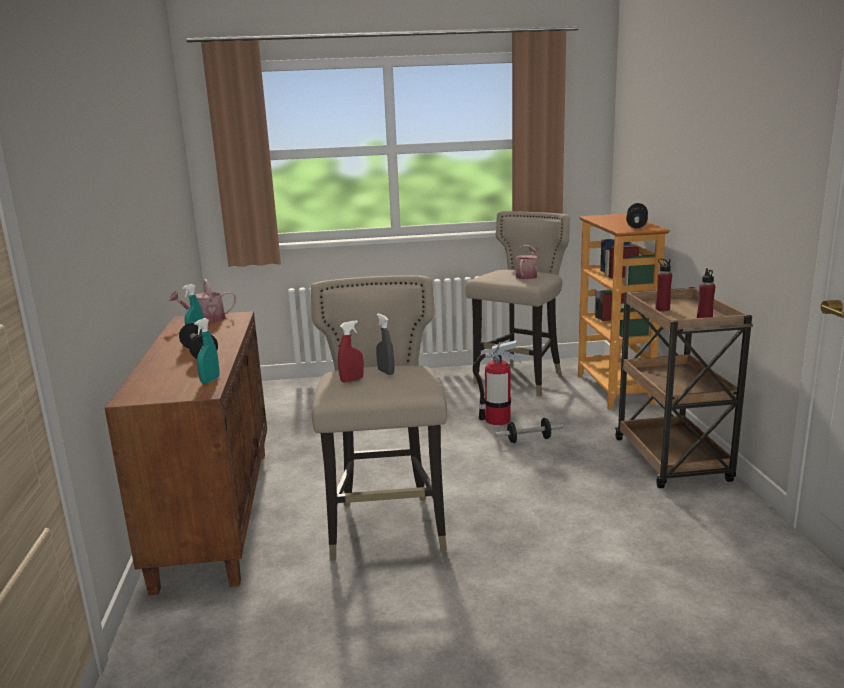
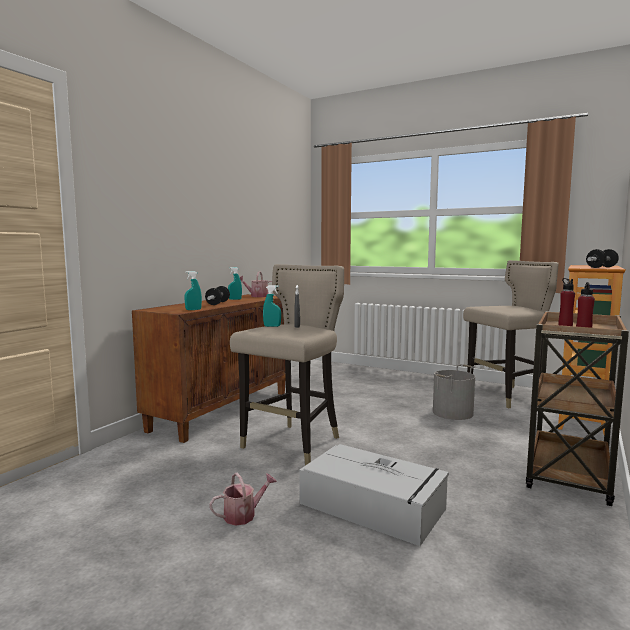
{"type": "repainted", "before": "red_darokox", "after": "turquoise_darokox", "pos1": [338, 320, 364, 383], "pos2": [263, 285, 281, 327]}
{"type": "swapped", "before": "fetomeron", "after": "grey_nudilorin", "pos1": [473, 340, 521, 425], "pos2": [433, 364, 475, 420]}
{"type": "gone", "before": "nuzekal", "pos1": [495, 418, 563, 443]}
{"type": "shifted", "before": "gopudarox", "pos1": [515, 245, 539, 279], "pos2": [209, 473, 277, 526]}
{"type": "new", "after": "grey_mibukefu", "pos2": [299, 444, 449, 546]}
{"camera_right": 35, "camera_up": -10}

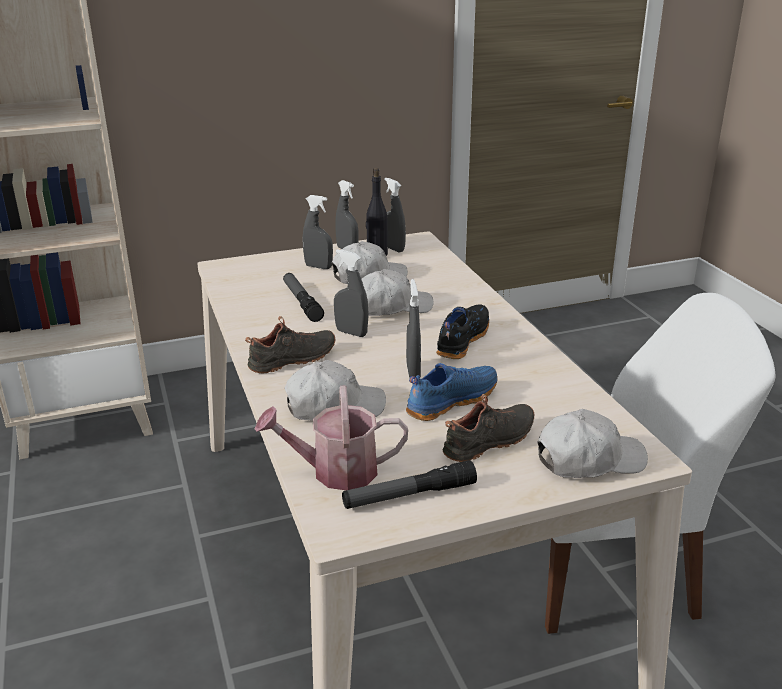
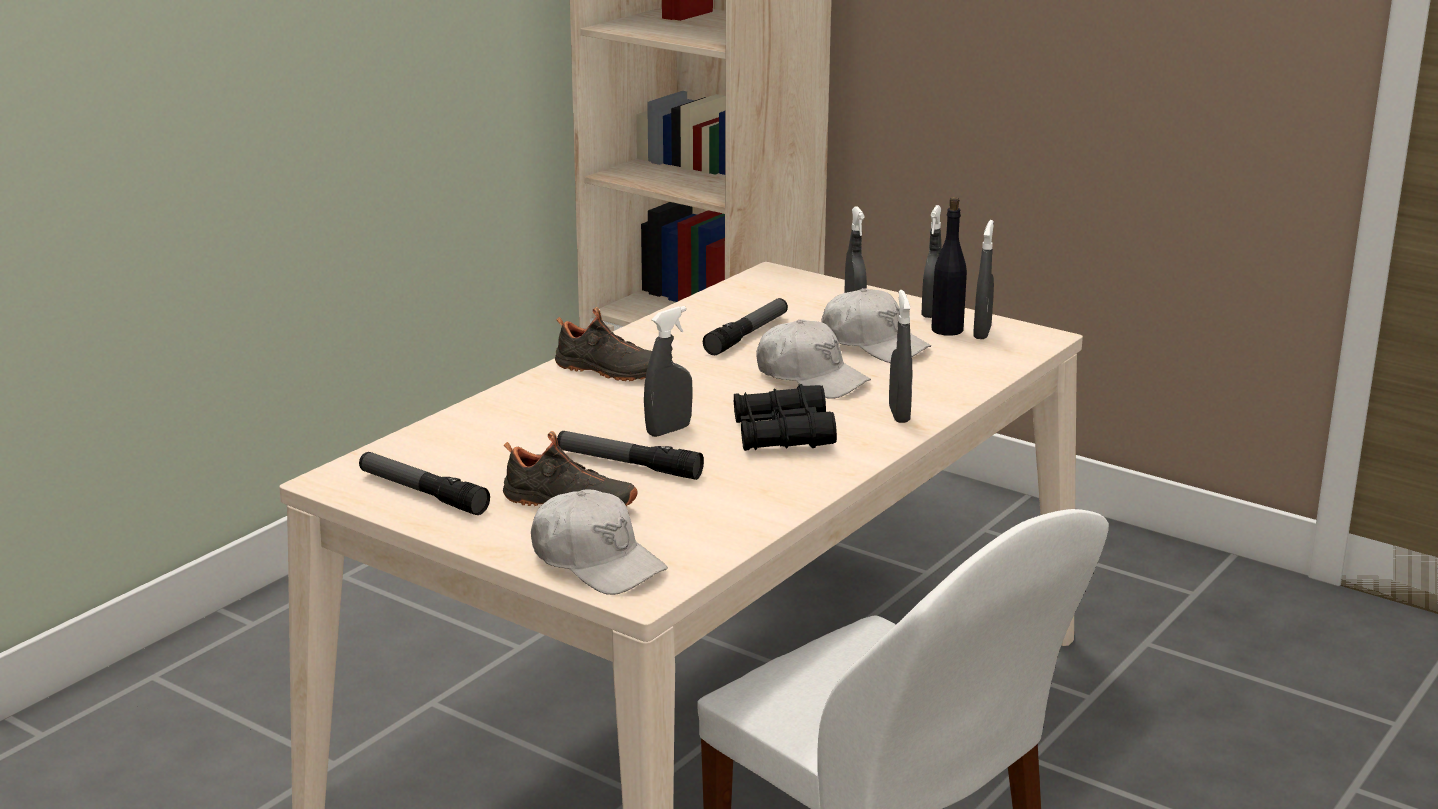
{"type": "gone", "before": "gopudarox", "pos1": [255, 386, 408, 490]}
{"type": "gone", "before": "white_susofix", "pos1": [284, 360, 386, 420]}
{"type": "shifted", "before": "grey_darokox", "pos1": [334, 249, 369, 337], "pos2": [889, 290, 912, 423]}
{"type": "swapped", "before": "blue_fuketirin", "after": "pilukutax", "pos1": [406, 363, 497, 421], "pos2": [557, 431, 704, 480]}
{"type": "swapped", "before": "black_fuketirin", "after": "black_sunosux", "pos1": [436, 304, 489, 359], "pos2": [734, 384, 837, 451]}
{"camera_right": 55, "camera_up": -5}

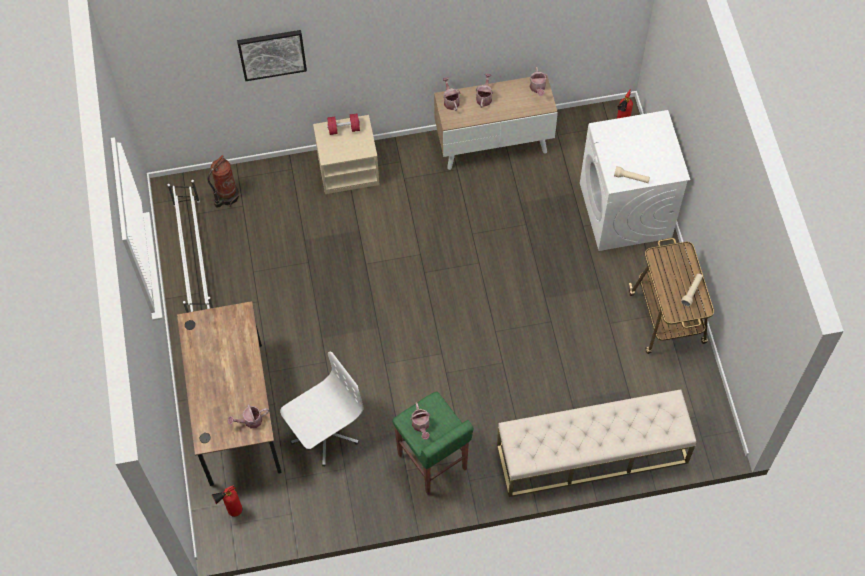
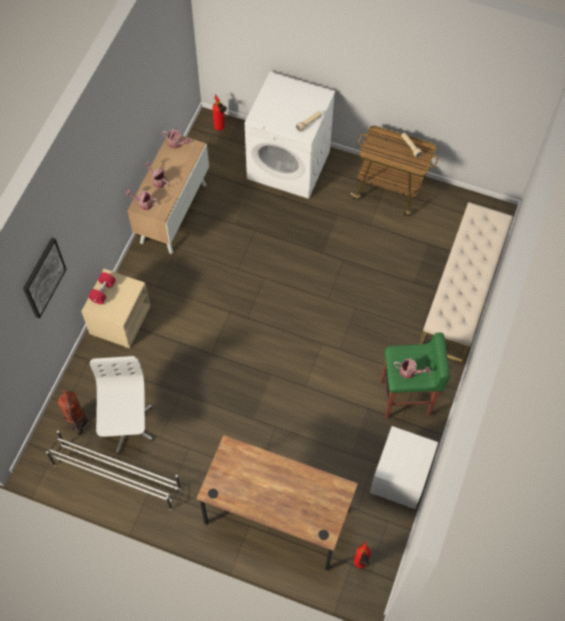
{"type": "gone", "before": "gopudarox", "pos1": [228, 405, 269, 428]}
{"type": "shifted", "before": "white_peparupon", "pos1": [280, 352, 364, 467], "pos2": [90, 356, 153, 454]}
{"type": "new", "after": "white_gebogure", "pos2": [370, 426, 438, 509]}
{"camera_right": -60, "camera_up": 0}

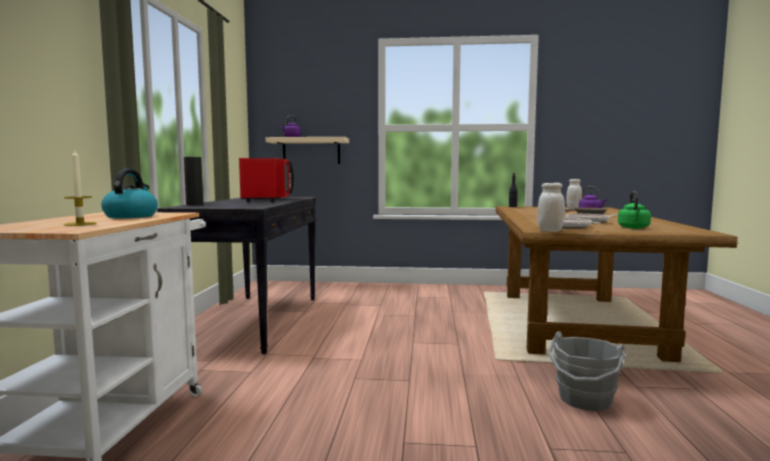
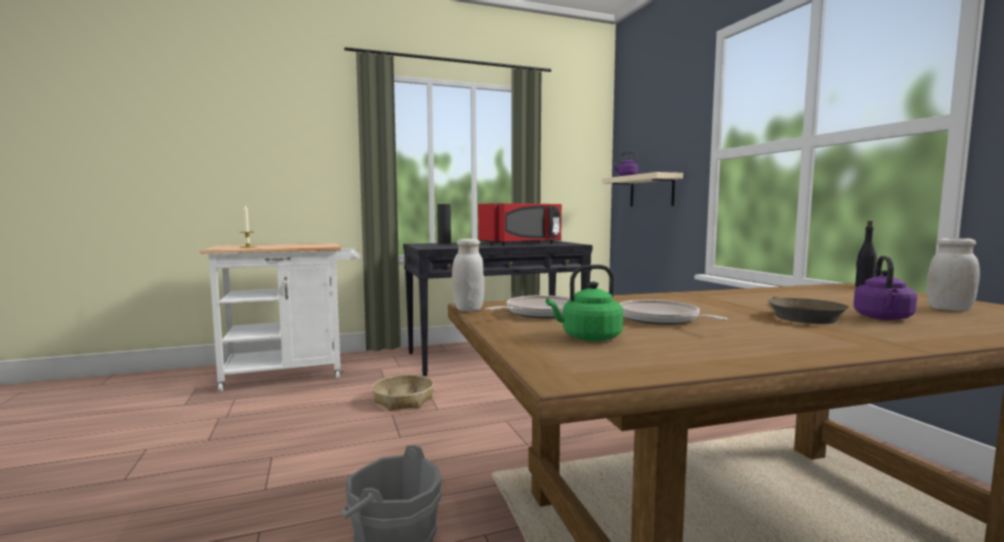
{"type": "gone", "before": "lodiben", "pos1": [101, 169, 158, 218]}
{"type": "new", "after": "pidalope", "pos2": [372, 374, 434, 411]}
{"camera_right": 65, "camera_up": 0}

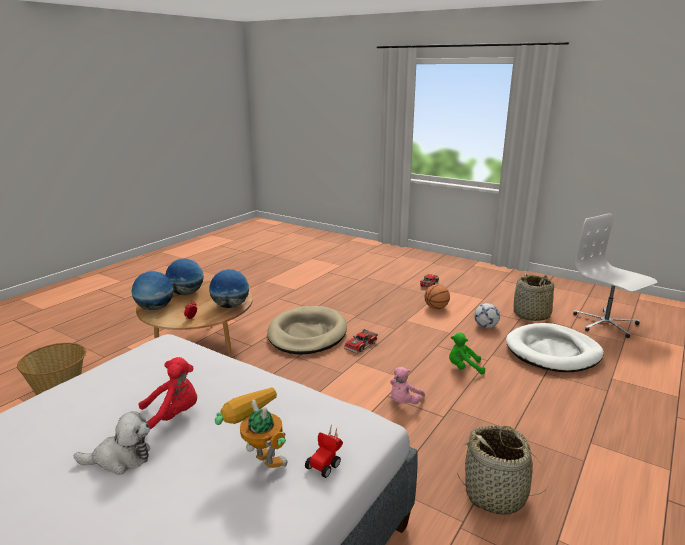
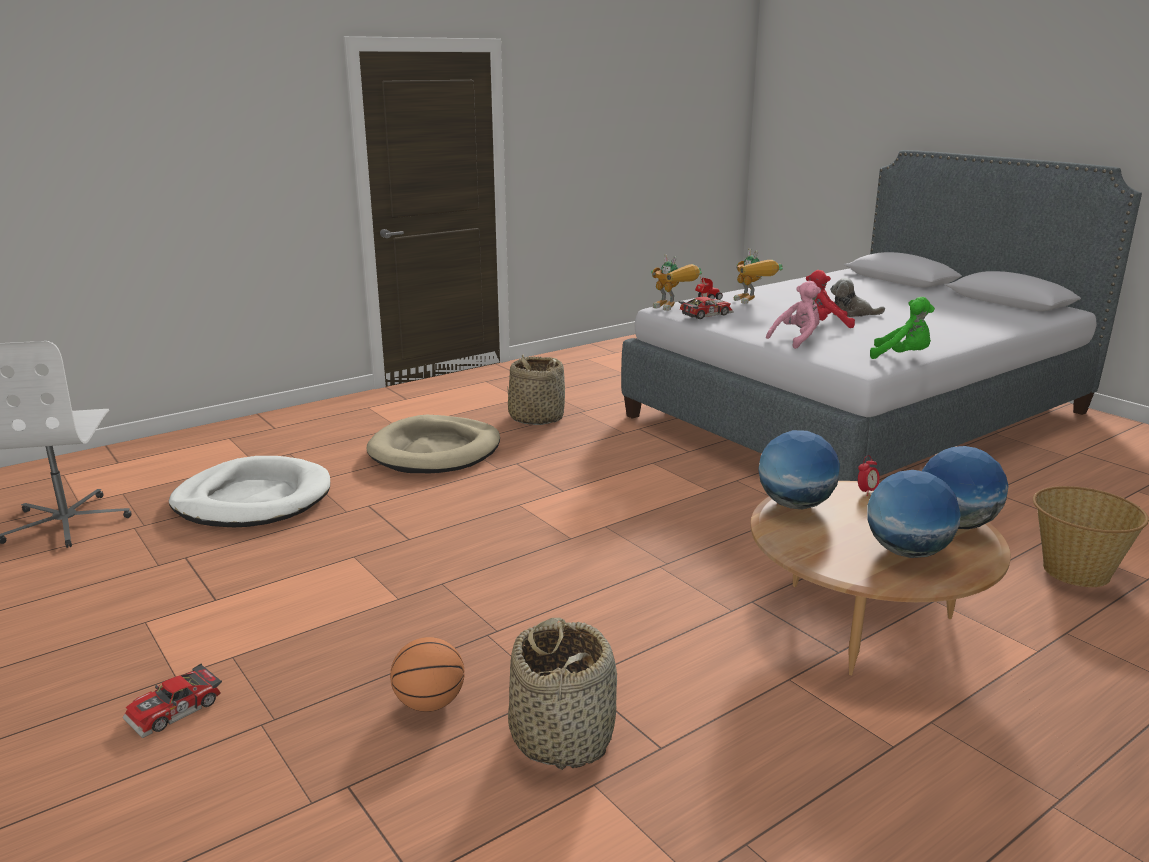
{"type": "shifted", "before": "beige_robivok", "pos1": [267, 306, 347, 354], "pos2": [366, 415, 500, 473]}
{"type": "shifted", "before": "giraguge", "pos1": [344, 329, 378, 354], "pos2": [678, 296, 734, 319]}
{"type": "shifted", "before": "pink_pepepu", "pos1": [390, 367, 425, 404], "pos2": [766, 281, 821, 349]}
{"type": "shifted", "before": "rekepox", "pos1": [425, 284, 450, 309], "pos2": [390, 637, 465, 712]}
{"type": "shifted", "before": "green_pepepu", "pos1": [449, 332, 485, 374], "pos2": [870, 297, 935, 359]}
{"type": "gone", "before": "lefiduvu", "pos1": [474, 303, 500, 328]}
{"type": "shifted", "before": "pidalope", "pos1": [513, 273, 554, 321], "pos2": [508, 618, 617, 770]}
{"type": "new", "after": "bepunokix", "pos2": [651, 254, 702, 311]}
{"camera_right": -160, "camera_up": 0}

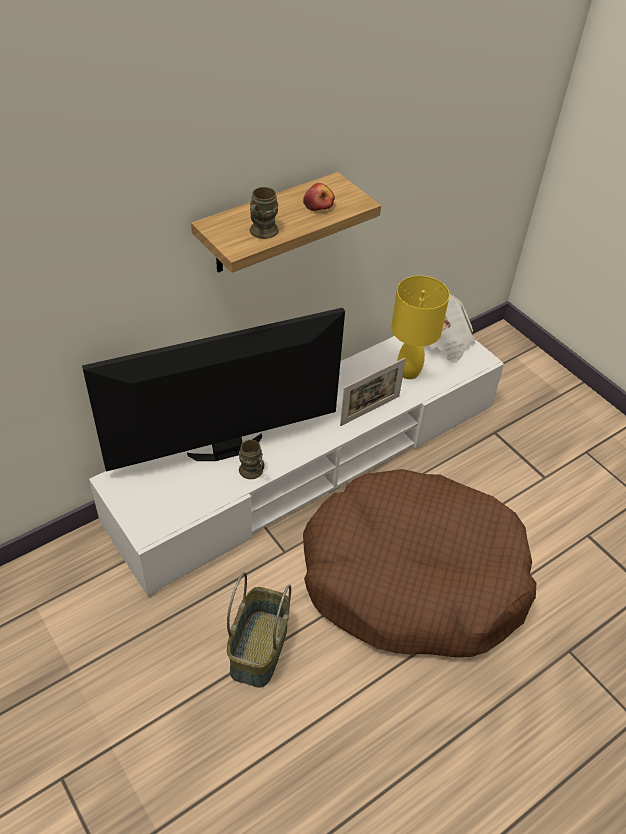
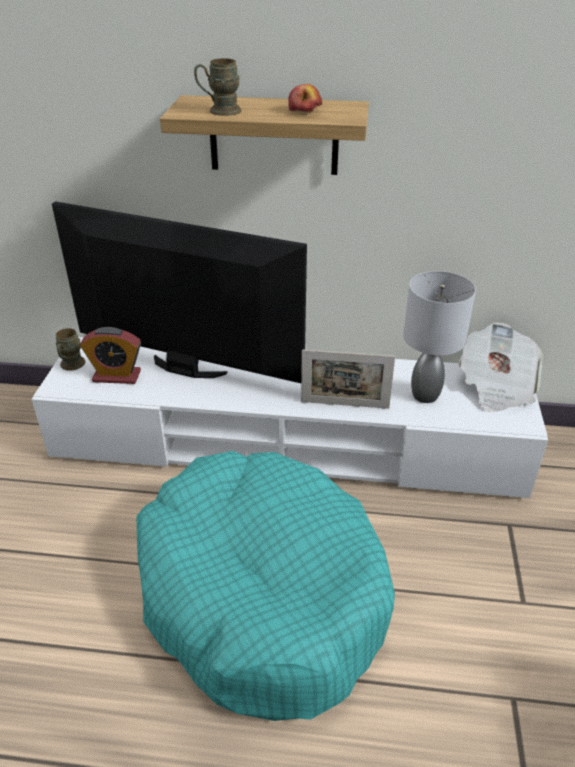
{"type": "gone", "before": "pidalope", "pos1": [227, 572, 291, 688]}
{"type": "shifted", "before": "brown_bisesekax", "pos1": [239, 440, 264, 479], "pos2": [56, 328, 86, 371]}
{"type": "repainted", "before": "brown_robivok", "after": "turquoise_robivok", "pos1": [303, 469, 536, 657], "pos2": [136, 451, 395, 721]}
{"type": "repainted", "before": "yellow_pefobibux", "after": "grey_pefobibux", "pos1": [391, 276, 450, 379], "pos2": [403, 271, 476, 403]}
{"type": "new", "after": "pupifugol", "pos2": [80, 327, 141, 384]}
{"camera_right": 45, "camera_up": -10}

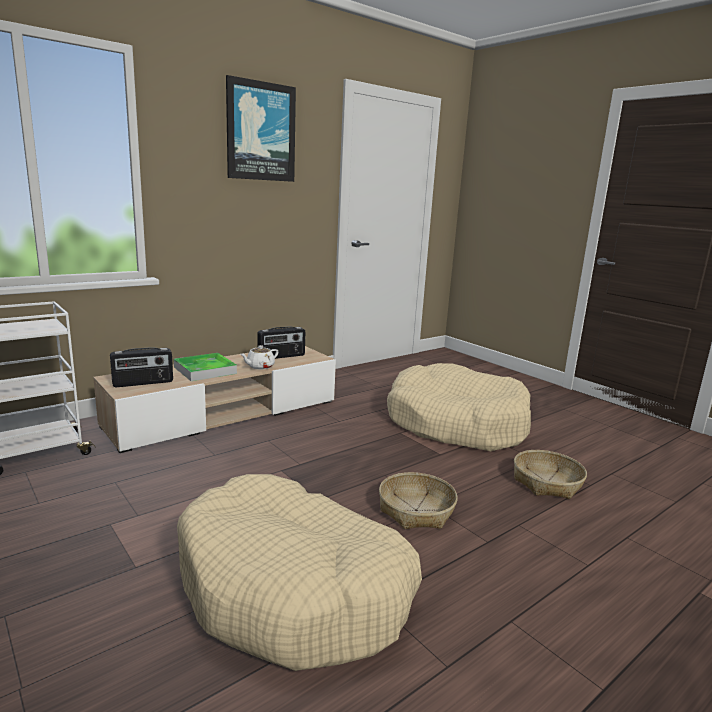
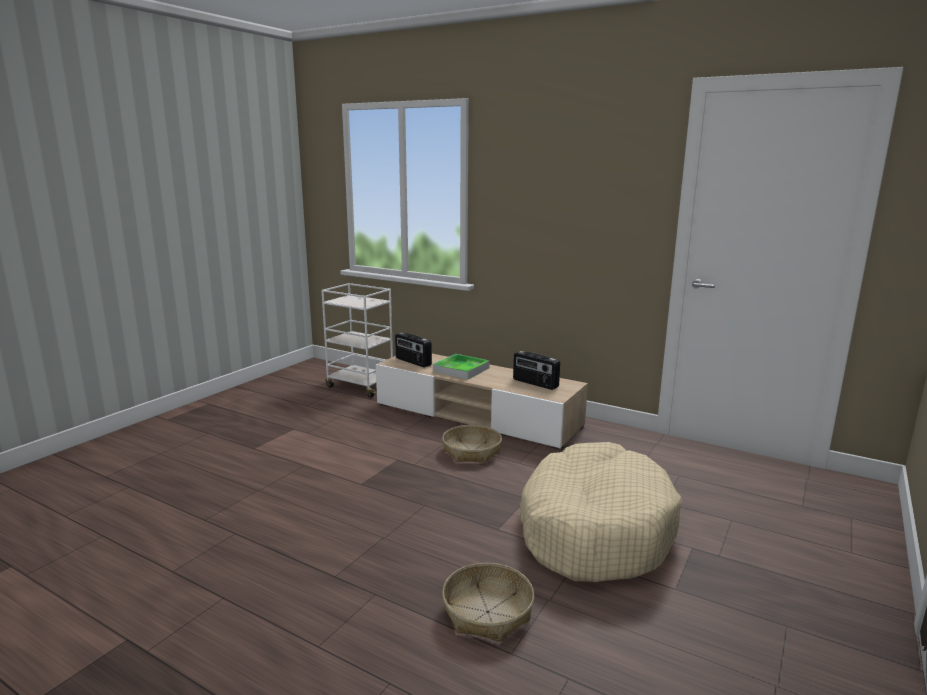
{"type": "gone", "before": "beige_robivok", "pos1": [177, 474, 422, 671]}
{"type": "gone", "before": "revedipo", "pos1": [226, 75, 296, 182]}
{"type": "gone", "before": "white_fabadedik", "pos1": [240, 345, 278, 369]}
{"type": "shifted", "before": "pidalope", "pos1": [379, 472, 458, 529], "pos2": [442, 425, 502, 463]}
{"camera_right": 70, "camera_up": 0}

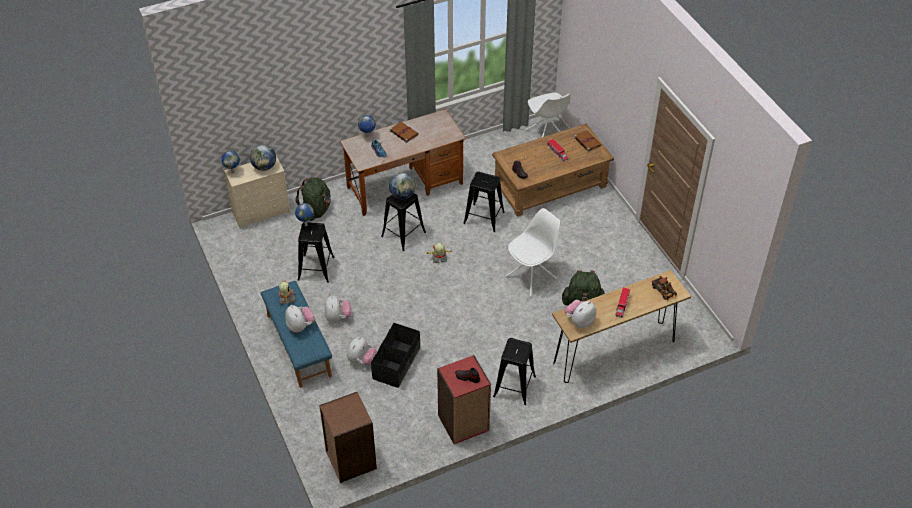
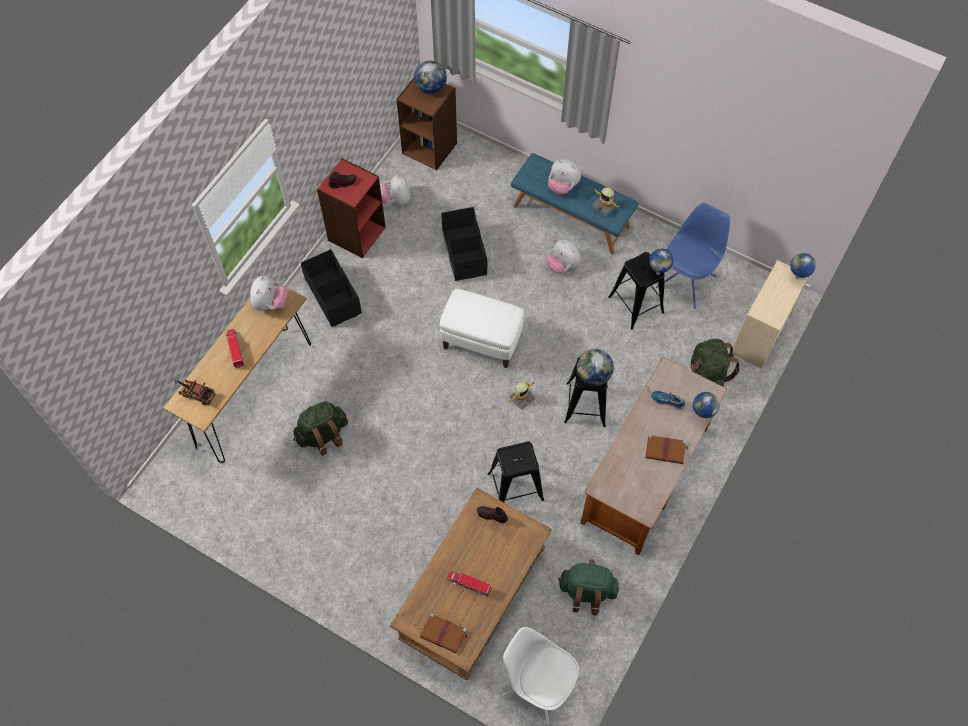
{"type": "shifted", "before": "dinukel", "pos1": [250, 144, 276, 171], "pos2": [414, 61, 447, 95]}
{"type": "shifted", "before": "pepepu", "pos1": [347, 337, 377, 365], "pos2": [380, 175, 410, 206]}
{"type": "swapped", "before": "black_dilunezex", "after": "black_mibukefu", "pos1": [493, 338, 536, 405], "pos2": [301, 249, 362, 327]}
{"type": "gone", "before": "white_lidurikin", "pos1": [506, 208, 560, 297]}
{"type": "new", "after": "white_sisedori", "pos2": [439, 289, 524, 368]}
{"type": "new", "after": "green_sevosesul", "pos2": [558, 560, 619, 615]}
{"type": "new", "after": "blue_lidurikin", "pos2": [656, 203, 730, 309]}
{"camera_right": 145, "camera_up": 15}

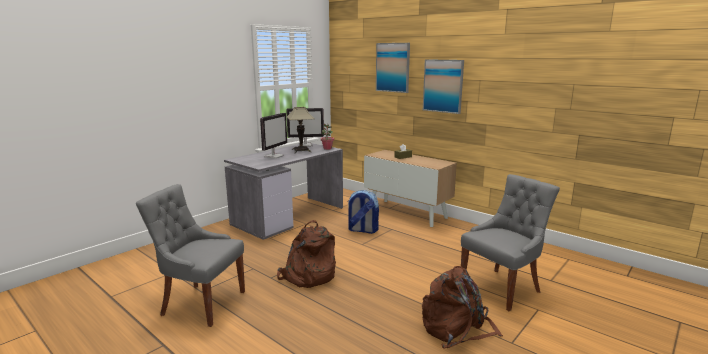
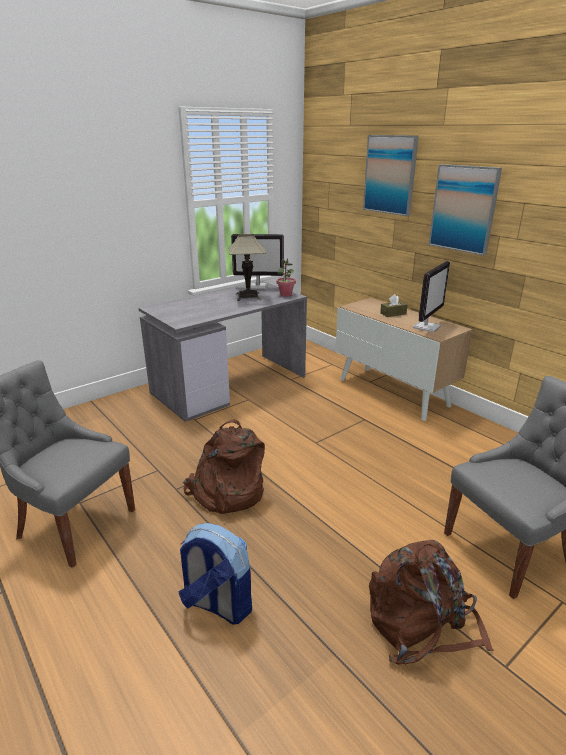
{"type": "shifted", "before": "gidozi", "pos1": [260, 113, 287, 159], "pos2": [413, 261, 450, 332]}
{"type": "shifted", "before": "sevosesul", "pos1": [347, 190, 379, 234], "pos2": [179, 523, 252, 624]}
{"camera_right": 10, "camera_up": 10}

